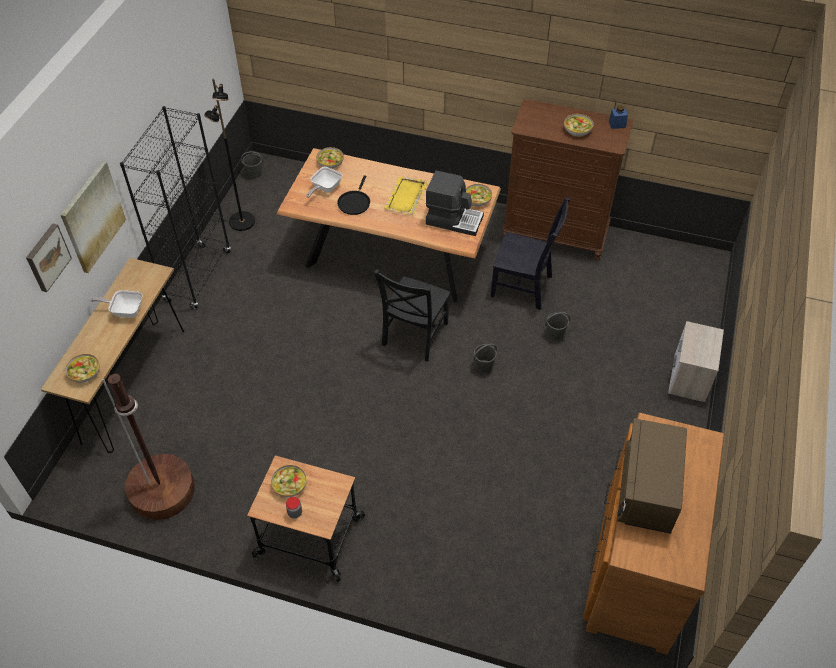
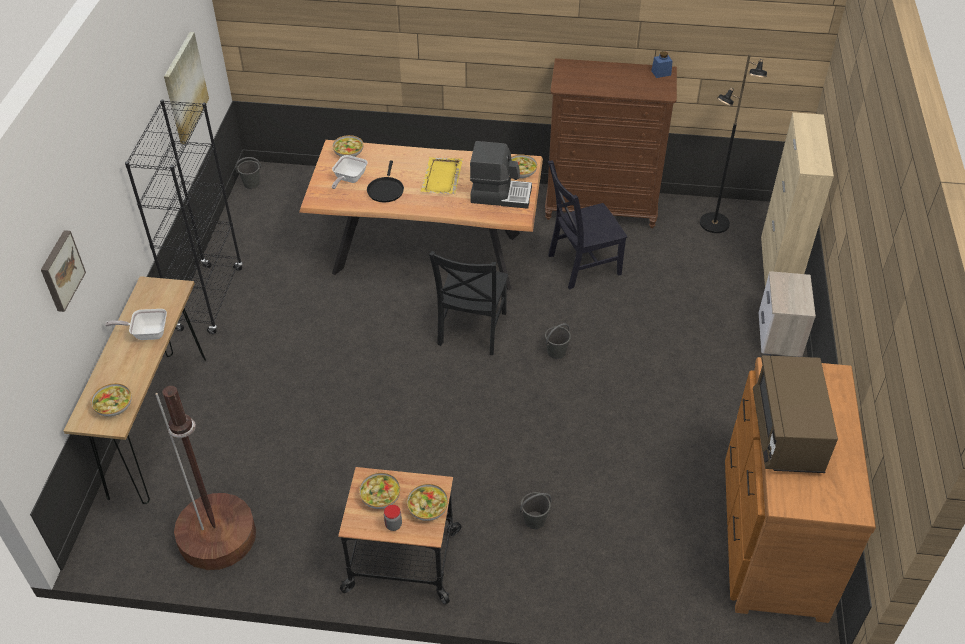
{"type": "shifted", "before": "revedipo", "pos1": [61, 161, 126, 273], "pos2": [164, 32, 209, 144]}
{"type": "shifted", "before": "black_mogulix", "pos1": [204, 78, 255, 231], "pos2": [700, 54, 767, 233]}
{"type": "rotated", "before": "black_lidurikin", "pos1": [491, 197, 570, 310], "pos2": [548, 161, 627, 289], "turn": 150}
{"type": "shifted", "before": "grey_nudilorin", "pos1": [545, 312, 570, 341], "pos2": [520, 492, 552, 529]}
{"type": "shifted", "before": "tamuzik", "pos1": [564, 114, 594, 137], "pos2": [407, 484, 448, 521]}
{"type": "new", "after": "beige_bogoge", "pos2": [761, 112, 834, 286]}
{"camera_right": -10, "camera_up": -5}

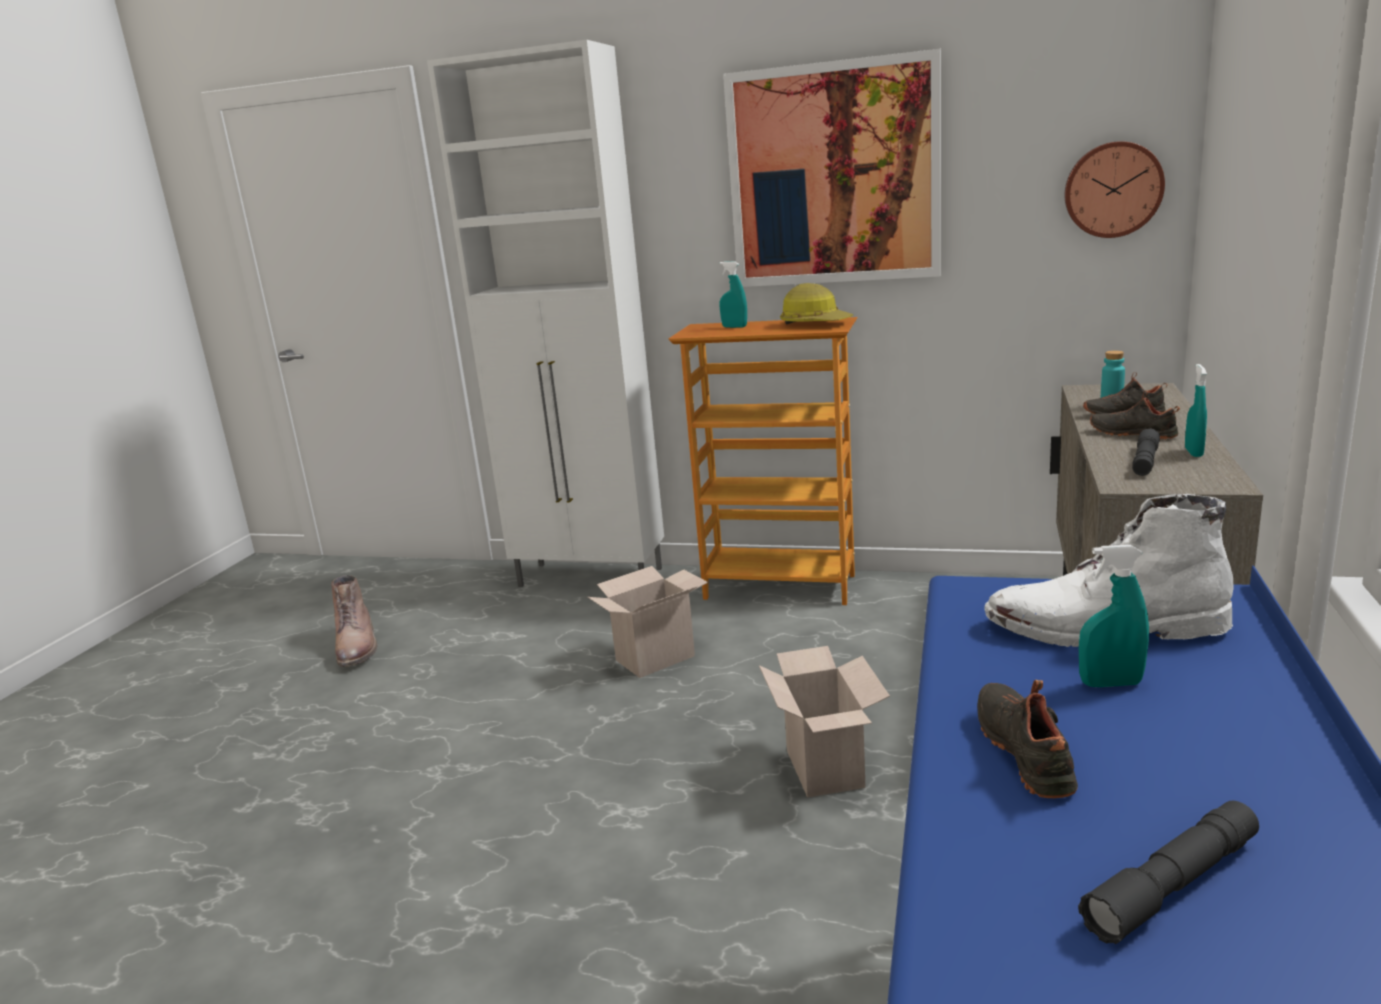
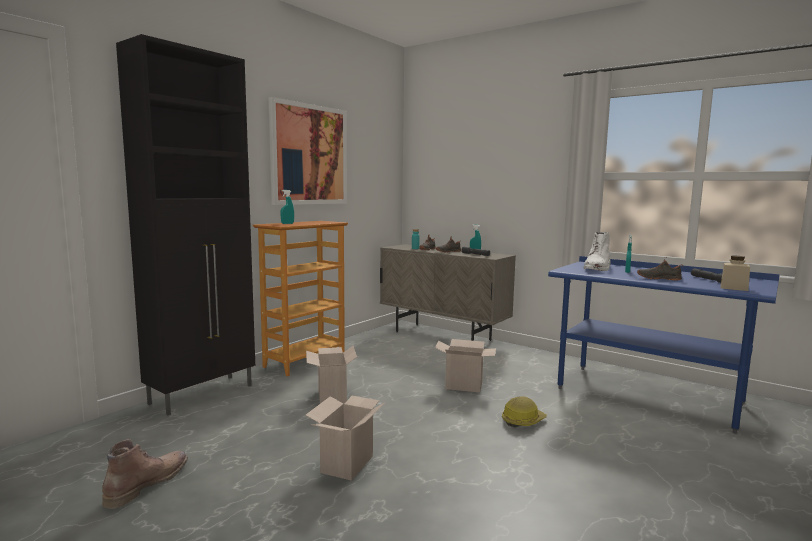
{"type": "rotated", "before": "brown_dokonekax", "pos1": [331, 575, 377, 667], "pos2": [102, 439, 188, 509], "turn": -75}
{"type": "repainted", "before": "white_bogoge", "after": "black_bogoge", "pos1": [427, 40, 664, 587], "pos2": [116, 34, 255, 415]}
{"type": "shifted", "before": "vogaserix", "pos1": [780, 283, 853, 325], "pos2": [502, 396, 547, 427]}
{"type": "gone", "before": "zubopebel", "pos1": [1065, 141, 1165, 238]}
{"type": "new", "after": "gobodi", "pos2": [306, 396, 385, 481]}
{"type": "new", "after": "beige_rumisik", "pos2": [720, 256, 750, 291]}
{"camera_right": -70, "camera_up": -10}

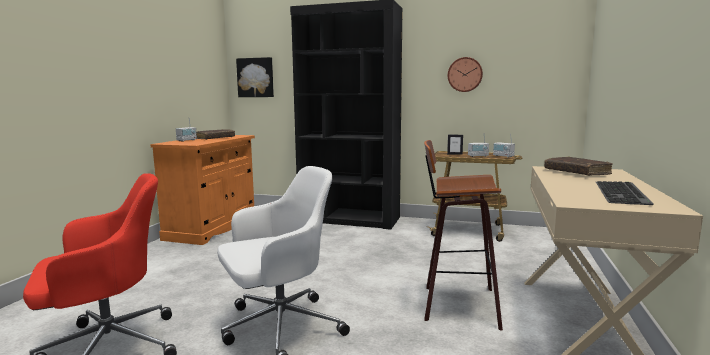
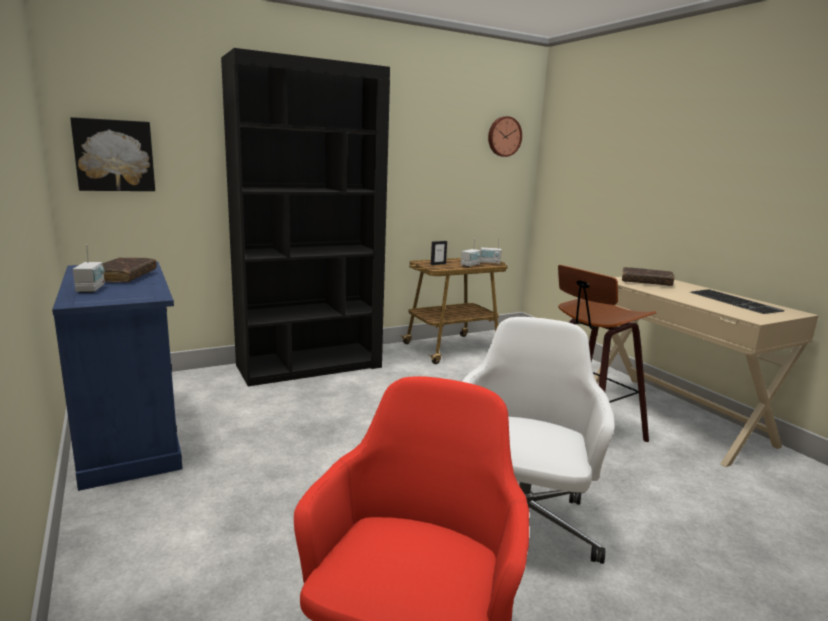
{"type": "repainted", "before": "orange_bogoge", "after": "blue_bogoge", "pos1": [150, 135, 255, 245], "pos2": [52, 261, 182, 491]}
{"type": "shifted", "before": "zubopebel", "pos1": [448, 57, 483, 92], "pos2": [488, 116, 522, 157]}
{"camera_right": -45, "camera_up": 5}

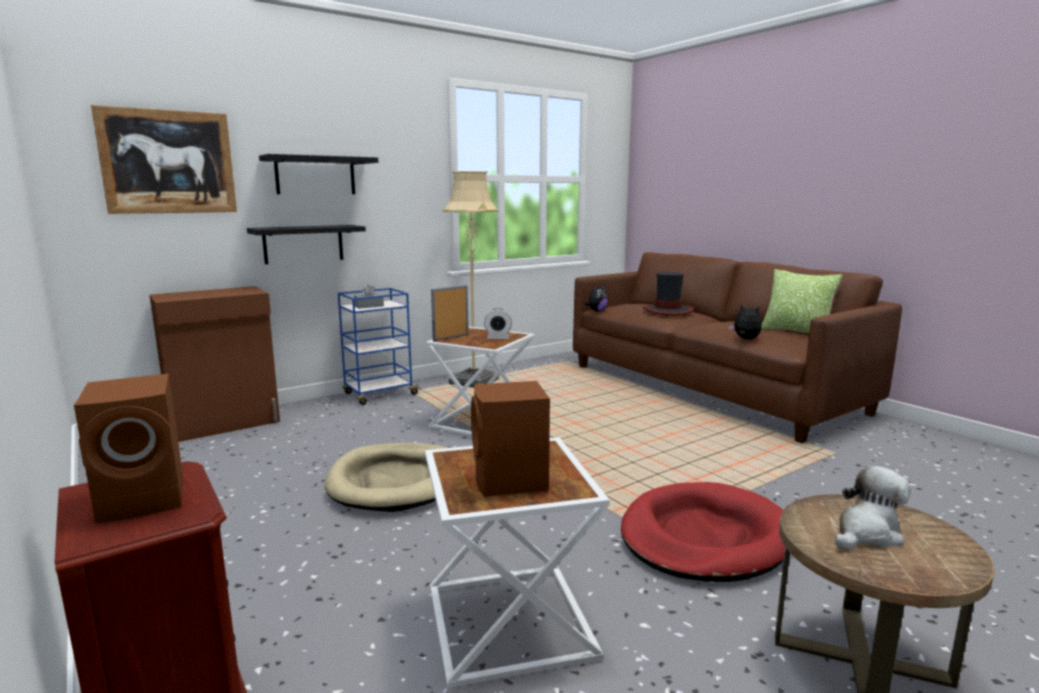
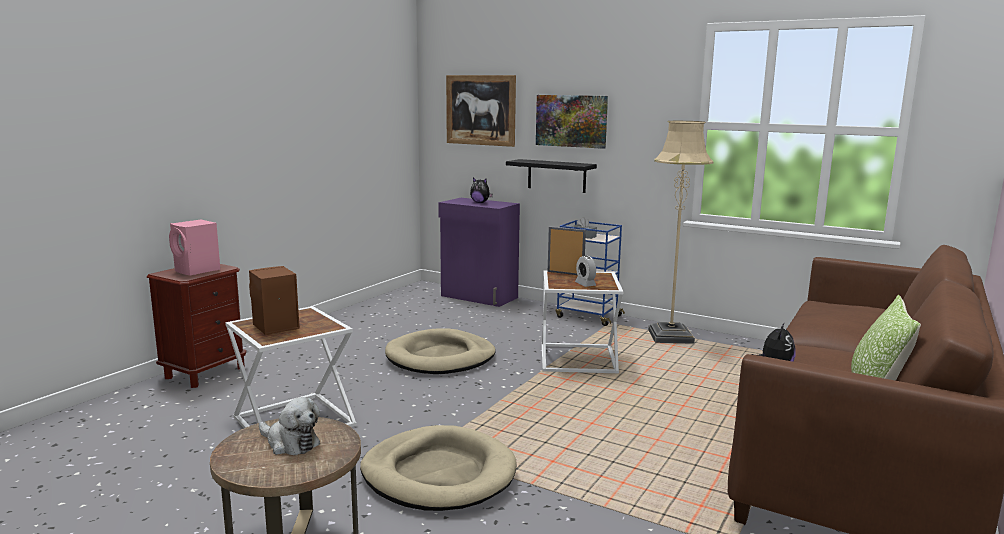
{"type": "repainted", "before": "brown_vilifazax", "after": "pink_vilifazax", "pos1": [74, 373, 183, 523], "pos2": [169, 219, 220, 275]}
{"type": "repainted", "before": "brown_bogoge", "after": "purple_bogoge", "pos1": [150, 286, 280, 442], "pos2": [438, 198, 520, 307]}
{"type": "swapped", "before": "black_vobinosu", "after": "revedipo", "pos1": [259, 154, 378, 194], "pos2": [536, 95, 608, 149]}
{"type": "shifted", "before": "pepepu", "pos1": [584, 284, 608, 311], "pos2": [470, 178, 493, 203]}
{"type": "repainted", "before": "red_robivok", "after": "beige_robivok", "pos1": [621, 482, 785, 582], "pos2": [360, 425, 517, 511]}
{"type": "gone", "before": "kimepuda", "pos1": [643, 272, 694, 316]}
{"camera_right": 65, "camera_up": 0}

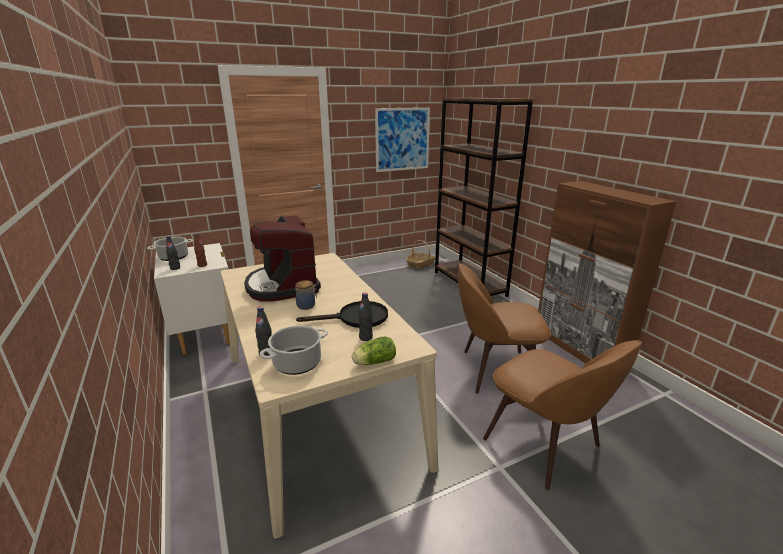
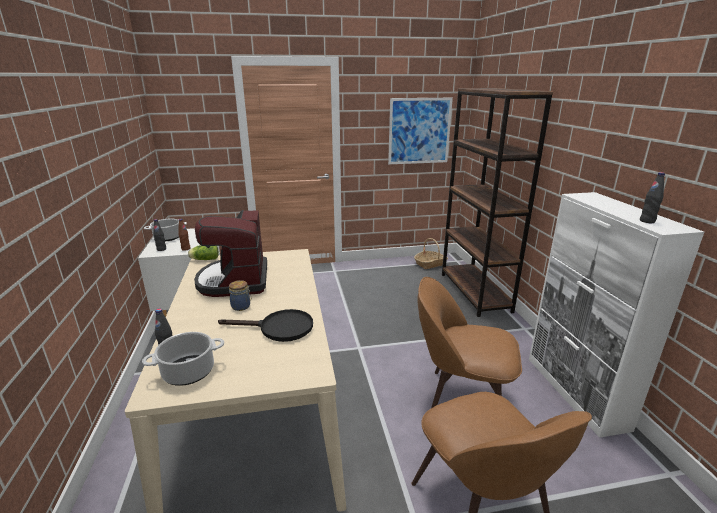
{"type": "shifted", "before": "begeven", "pos1": [352, 336, 396, 365], "pos2": [188, 245, 219, 260]}
{"type": "shifted", "before": "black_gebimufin", "pos1": [358, 293, 373, 341], "pos2": [640, 172, 665, 223]}
{"type": "repainted", "before": "brown_bogoge", "after": "white_bogoge", "pos1": [538, 181, 677, 363], "pos2": [529, 192, 704, 438]}
{"camera_right": 15, "camera_up": 0}

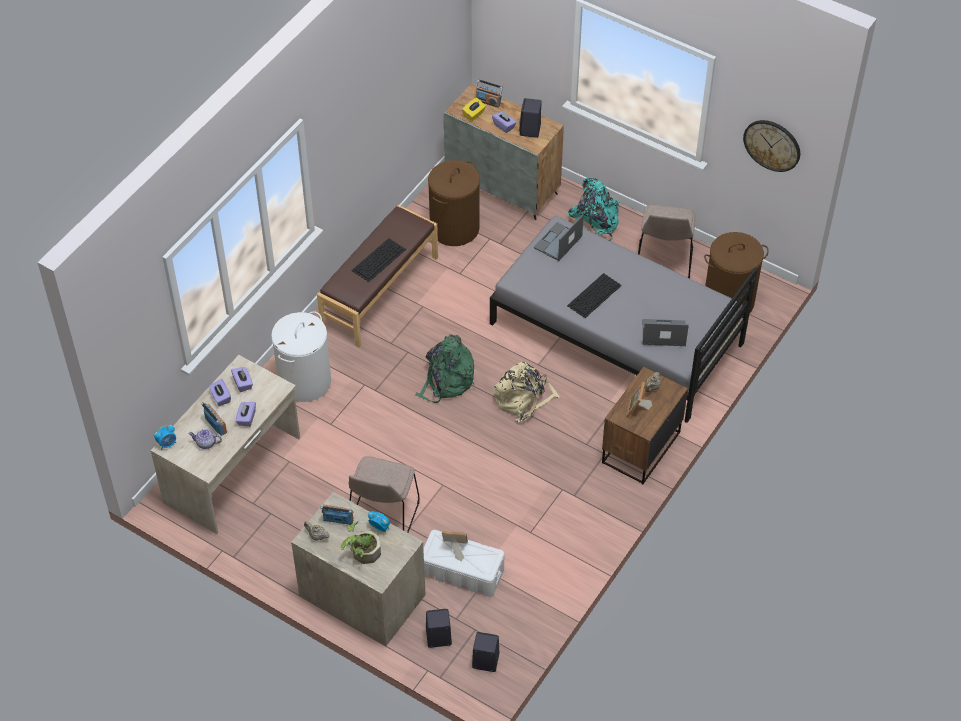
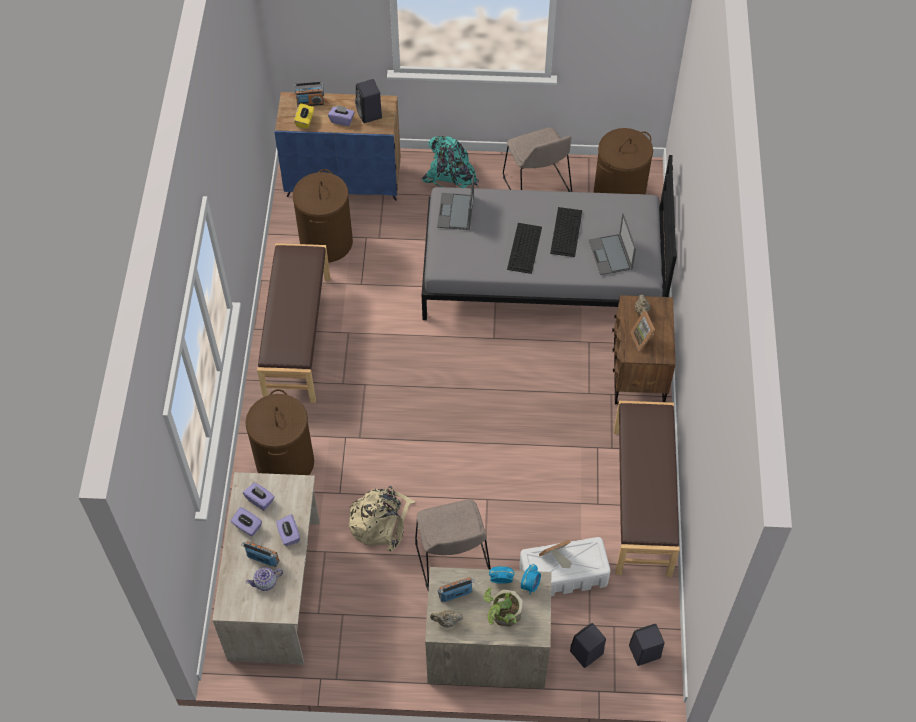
{"type": "shifted", "before": "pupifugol", "pos1": [154, 425, 176, 450], "pos2": [521, 564, 541, 595]}
{"type": "repainted", "before": "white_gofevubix", "after": "brown_gofevubix", "pos1": [271, 311, 331, 402], "pos2": [245, 389, 314, 475]}
{"type": "shifted", "before": "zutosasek", "pos1": [351, 238, 406, 282], "pos2": [550, 207, 582, 257]}
{"type": "gone", "before": "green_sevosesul", "pos1": [415, 334, 474, 403]}
{"type": "repainted", "before": "grey_bogoge", "after": "blue_bogoge", "pos1": [443, 84, 564, 220], "pos2": [274, 92, 401, 201]}
{"type": "shifted", "before": "beige_sevosesul", "pos1": [494, 362, 560, 423], "pos2": [349, 486, 415, 552]}
{"type": "rotated", "before": "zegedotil", "pos1": [642, 319, 689, 346], "pos2": [589, 213, 636, 275], "turn": -75}
{"type": "gone", "before": "zubopebel", "pos1": [743, 120, 800, 172]}
{"type": "new", "after": "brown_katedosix", "pos2": [614, 401, 680, 577]}
{"camera_right": -30, "camera_up": 5}

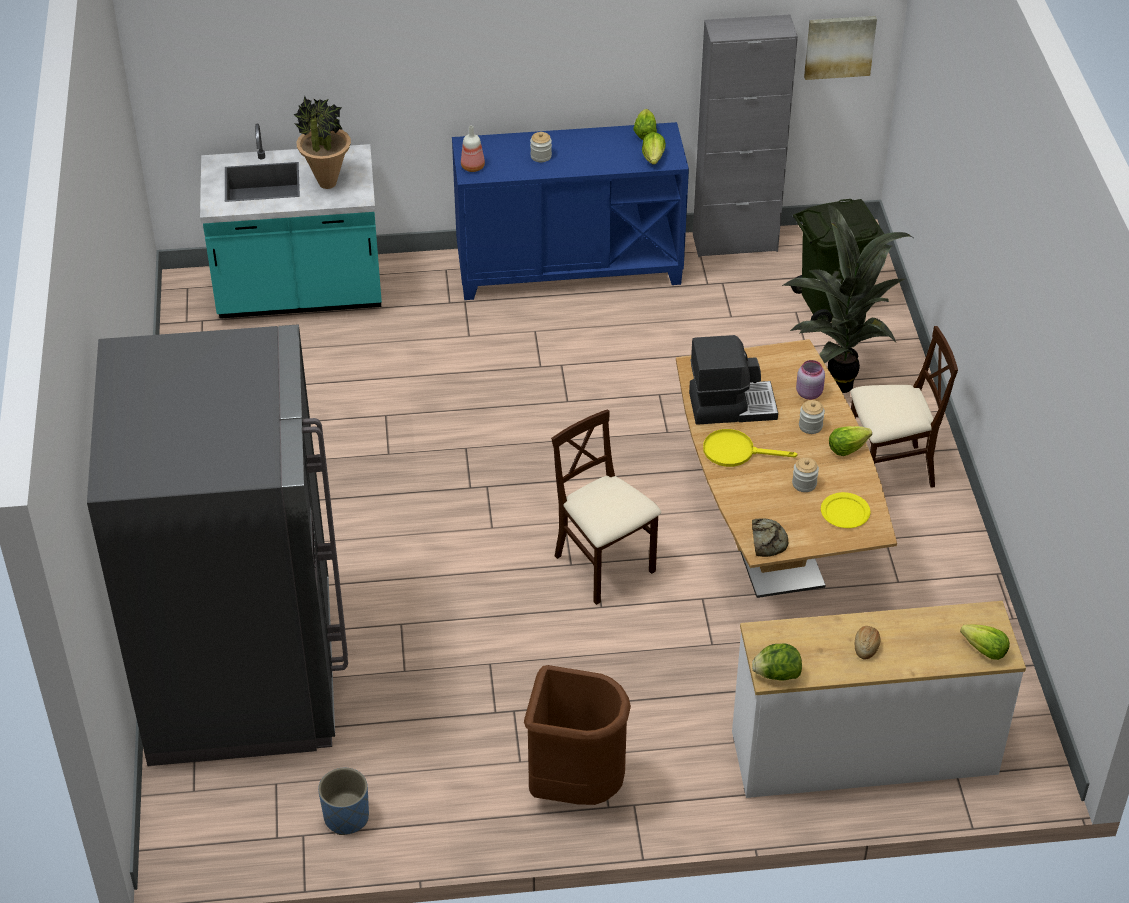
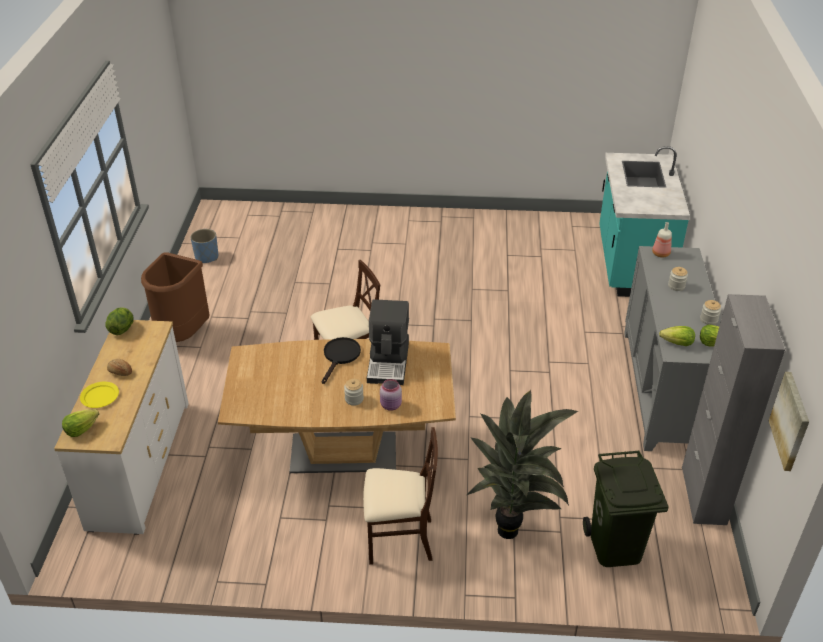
{"type": "gone", "before": "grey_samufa", "pos1": [87, 325, 348, 766]}
{"type": "gone", "before": "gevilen", "pos1": [294, 96, 351, 189]}
{"type": "repainted", "before": "blue_bogoge", "after": "grey_bogoge", "pos1": [452, 122, 689, 300], "pos2": [624, 246, 721, 451]}
{"type": "repainted", "before": "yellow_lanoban", "after": "black_lanoban", "pos1": [703, 429, 798, 467], "pos2": [321, 337, 361, 384]}
{"type": "gone", "before": "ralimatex", "pos1": [752, 518, 788, 557]}
{"type": "shifted", "before": "rumisik", "pos1": [792, 457, 819, 492], "pos2": [700, 300, 721, 325]}
{"type": "shifted", "before": "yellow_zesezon", "pos1": [821, 492, 871, 528], "pos2": [80, 382, 119, 408]}
{"type": "gone", "before": "begeven", "pos1": [829, 426, 872, 456]}
{"type": "rotated", "before": "beige_lidurikin", "pos1": [850, 326, 958, 488], "pos2": [363, 427, 438, 565], "turn": -90}
{"camera_right": 100, "camera_up": -5}

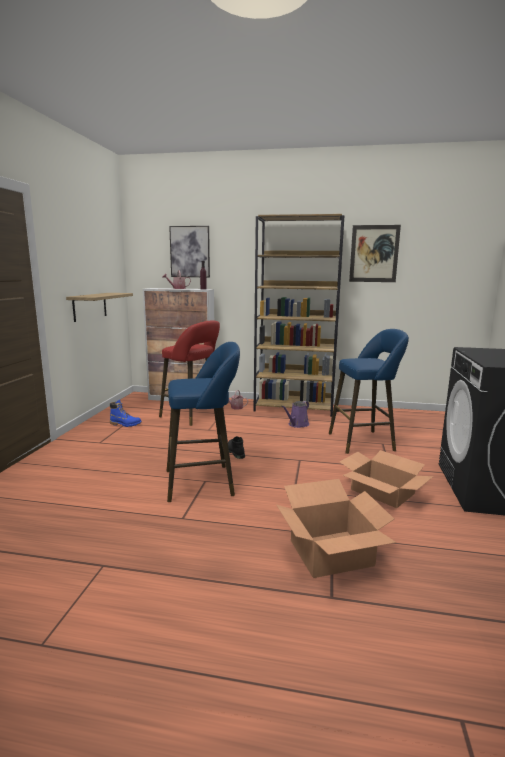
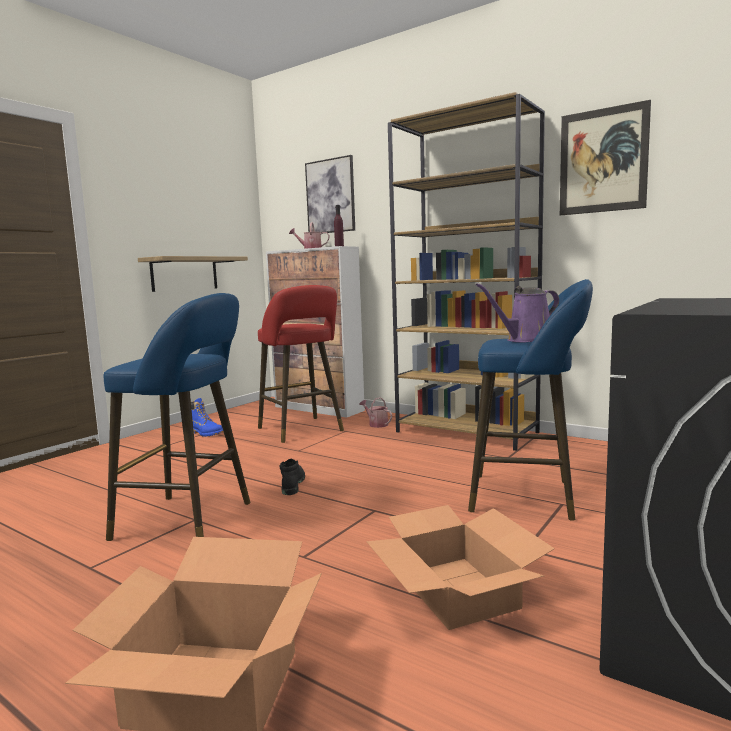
{"type": "shifted", "before": "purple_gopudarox", "pos1": [281, 401, 309, 428], "pos2": [476, 283, 559, 342]}
{"camera_right": 25, "camera_up": -5}

